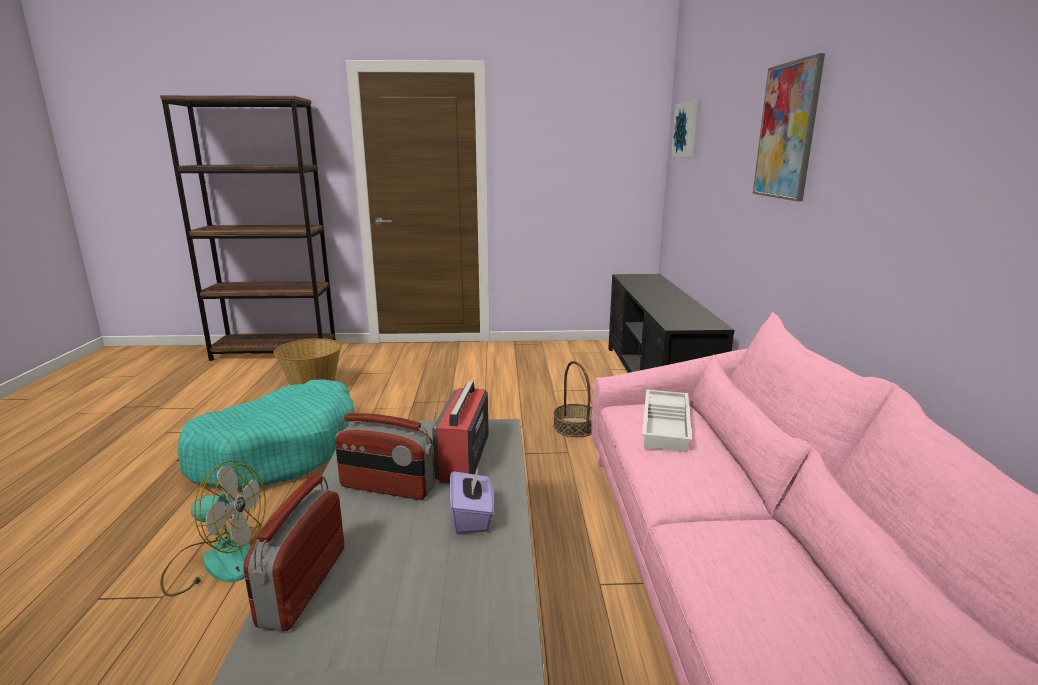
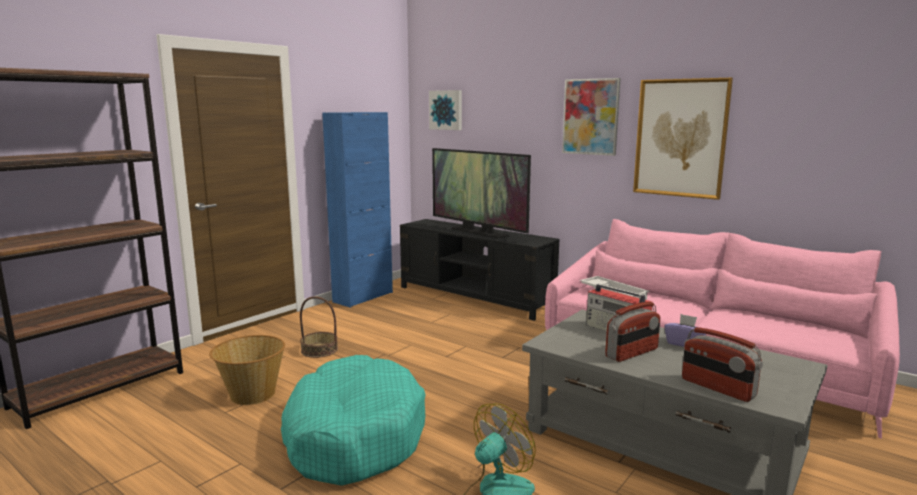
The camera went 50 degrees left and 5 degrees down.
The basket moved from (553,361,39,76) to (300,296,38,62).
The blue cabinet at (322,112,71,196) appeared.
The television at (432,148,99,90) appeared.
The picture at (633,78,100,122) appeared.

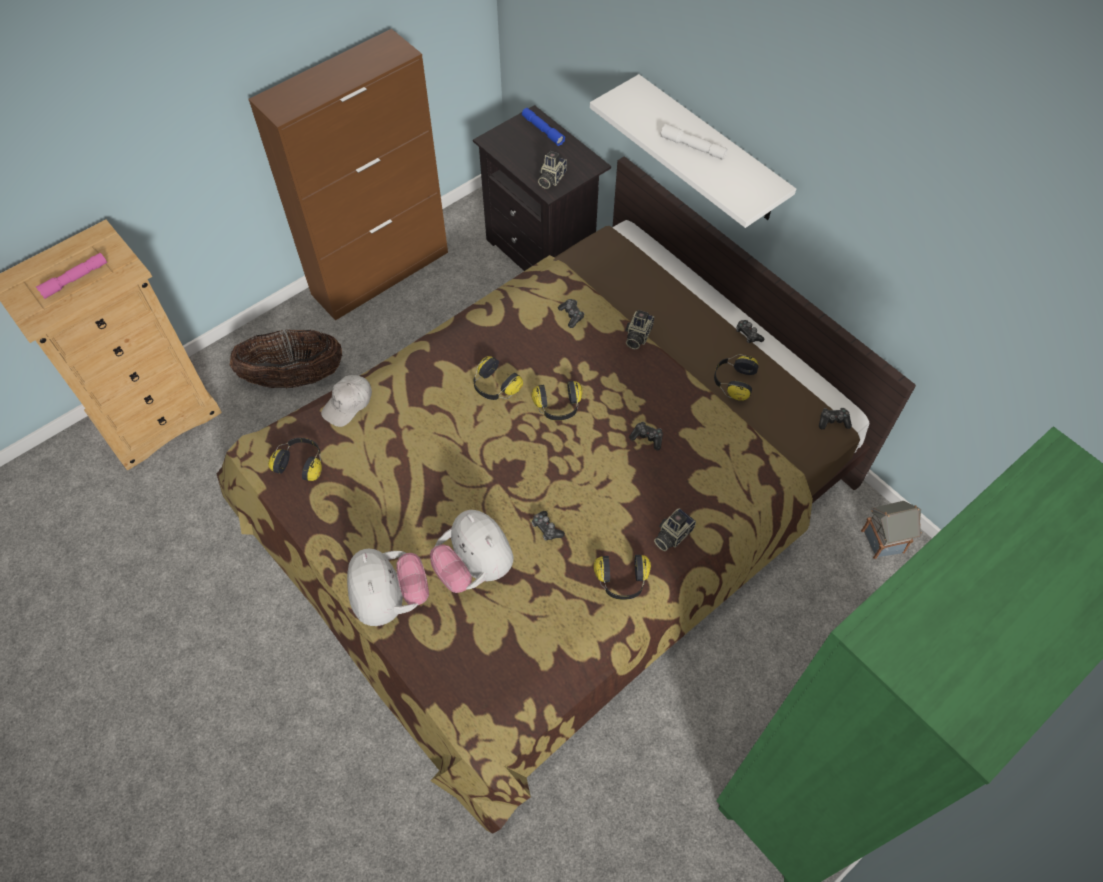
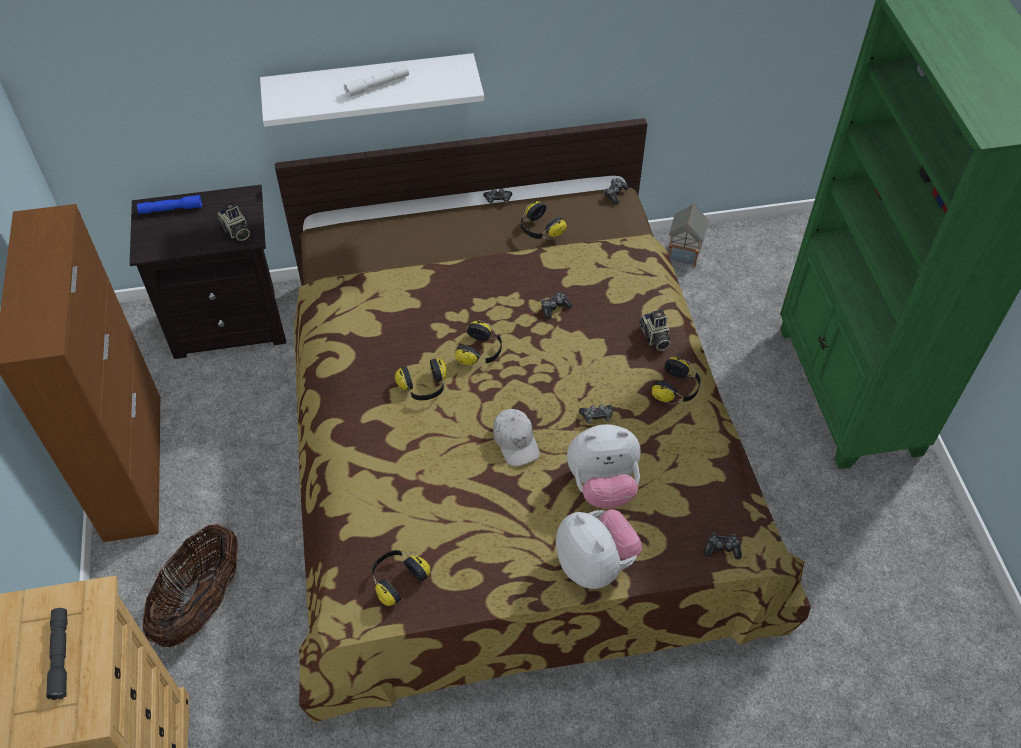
The camera went 60 degrees left and 5 degrees down.
The pink flashlight at (36,253,71,46) became the grey flashlight at (46,608,22,92).
The white cap moved from (321,375,51,52) to (493,409,47,57).
The plush toy at (347,549,82,77) turned 45 degrees clockwise.
The game controller moved from (558,299,26,29) to (704,533,38,27).
The photo camera at (625,310,29,39) disappeared.

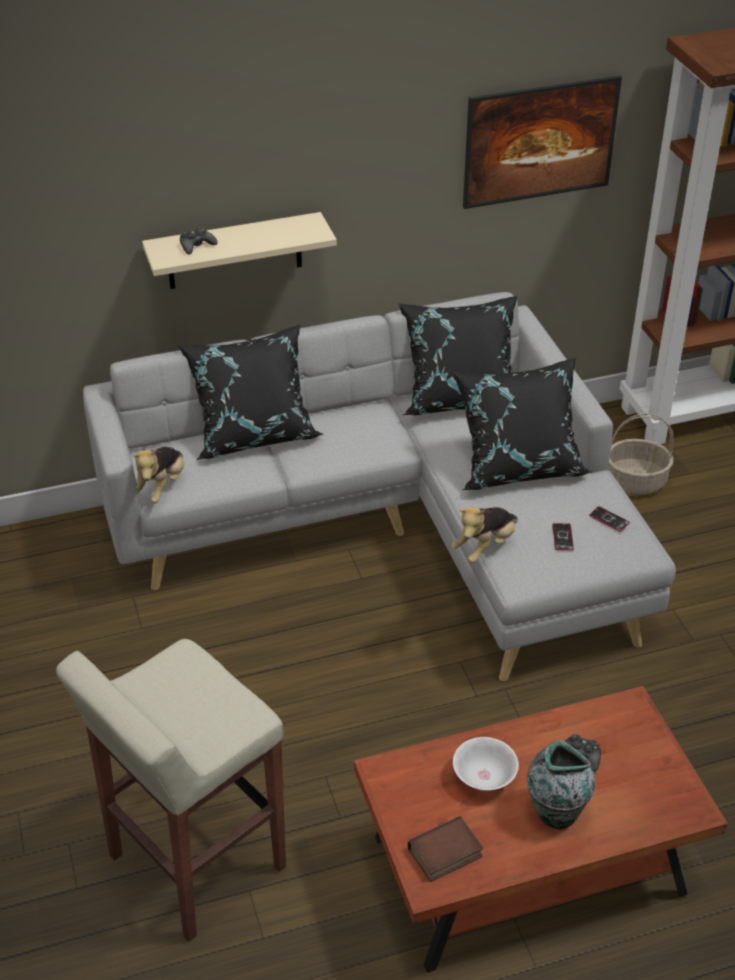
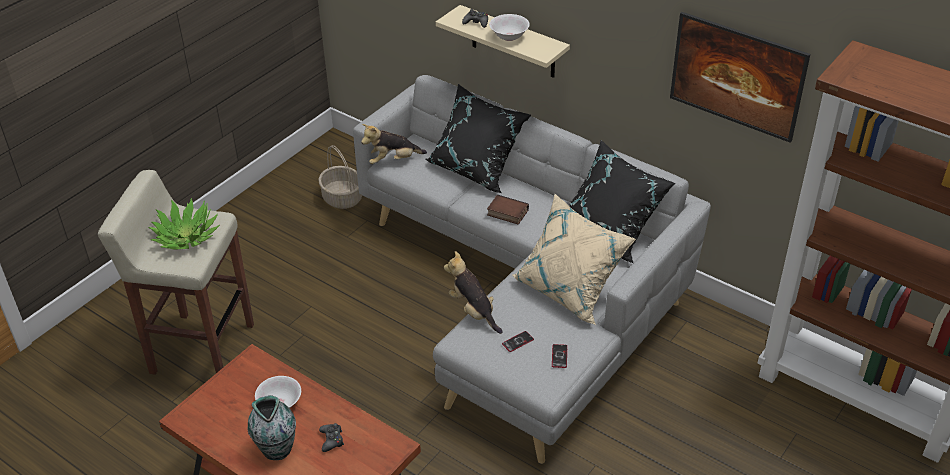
The camera went 55 degrees right and 0 degrees up.
The potted plant at (148,198,72,52) appeared.
The basket moved from (608,414,66,81) to (318,145,44,64).
The plush toy at (451,507,67,56) turned 45 degrees clockwise.
The book moved from (408,816,75,66) to (487,195,42,30).
The white bowl at (489,14,41,27) appeared.
The black pillow at (452,358,139,132) became the beige pillow at (512,194,124,131).

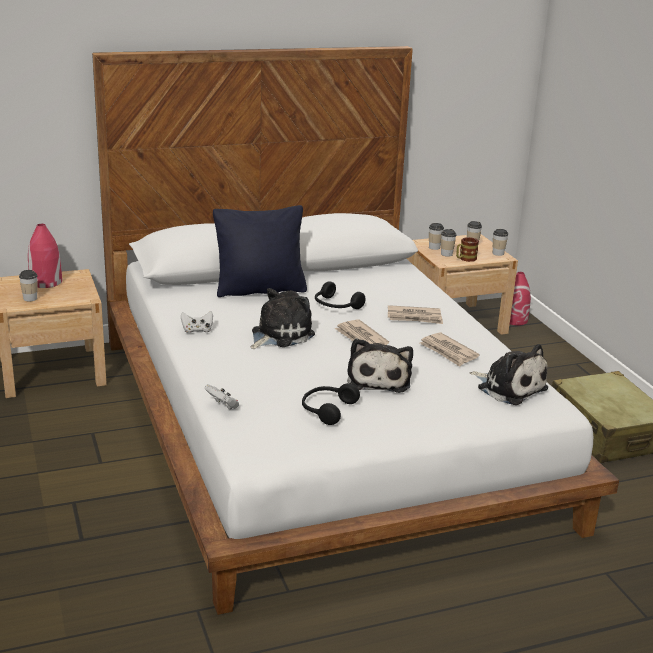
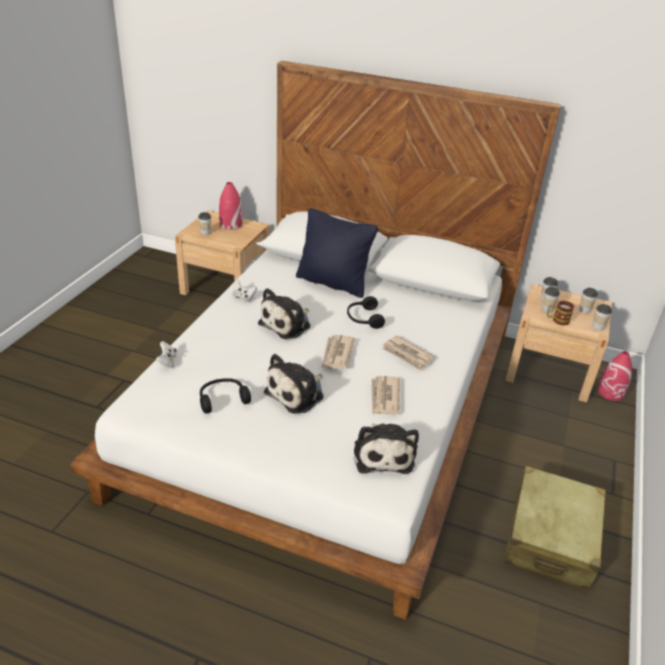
The camera went 40 degrees right and 10 degrees up.
The plush toy at (251,288,64,61) turned 135 degrees clockwise.

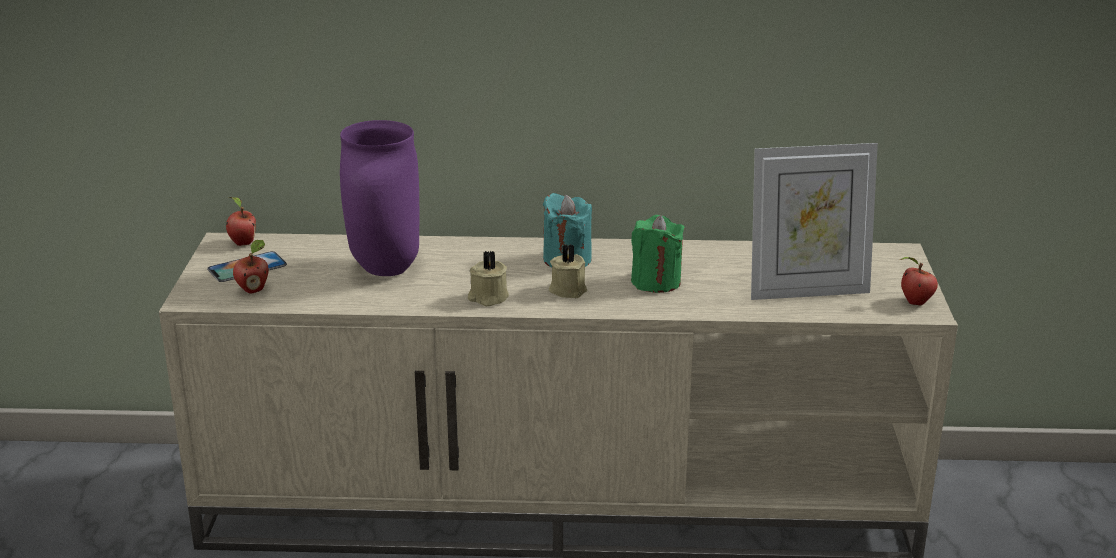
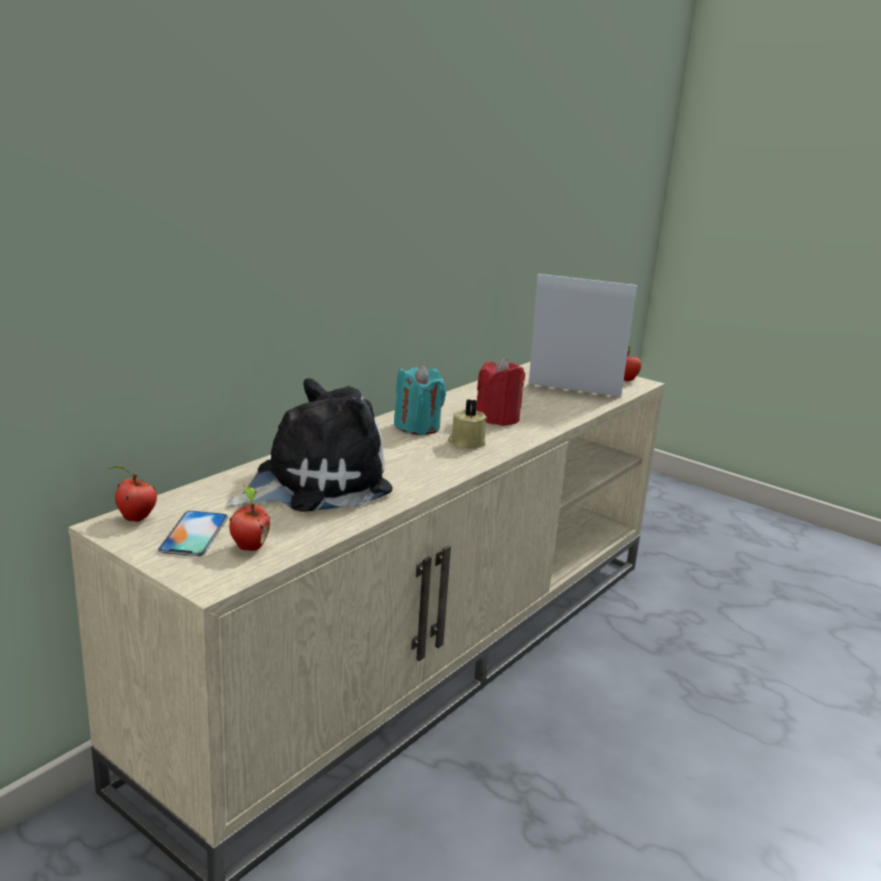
The camera went 55 degrees left and 5 degrees down.
The purple vase at (340,120,79,156) was replaced by the plush toy at (226,378,166,134).
The green candle at (631,215,54,78) became the red candle at (476,357,49,69).
The picture frame at (751,143,127,157) turned 105 degrees counterclockwise.
The beige candle at (468,251,41,55) disappeared.

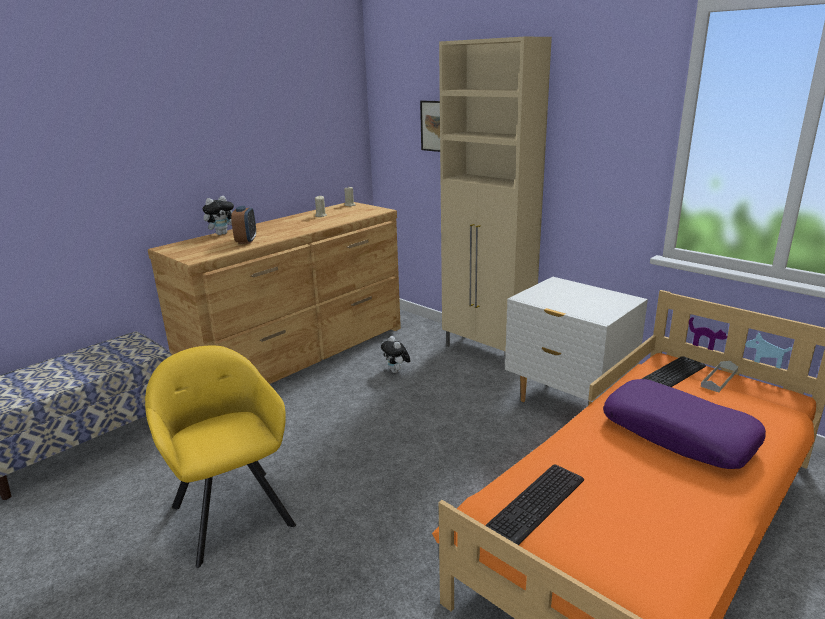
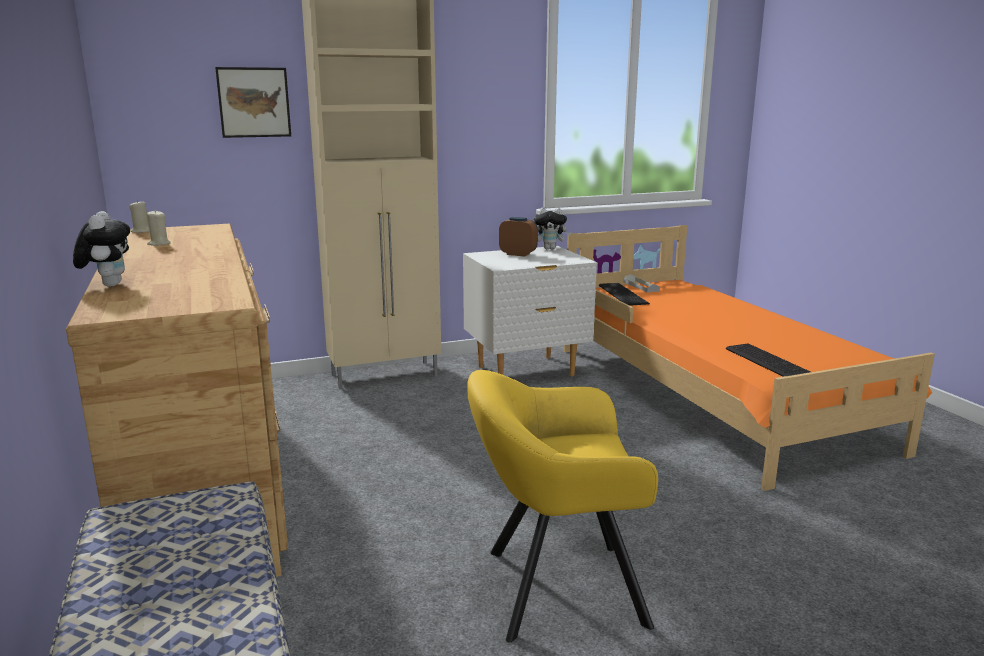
The camera went 65 degrees left and 5 degrees down.
The alarm clock moved from (231,206,25,38) to (499,217,39,40).
The plush toy moved from (381,336,30,37) to (534,208,37,41).
The purple pillow at (603,379,163,90) disappeared.

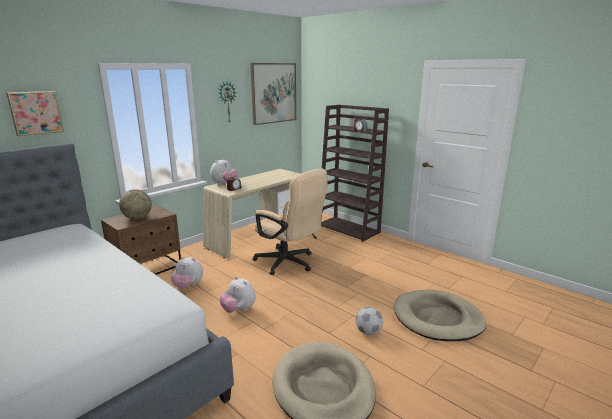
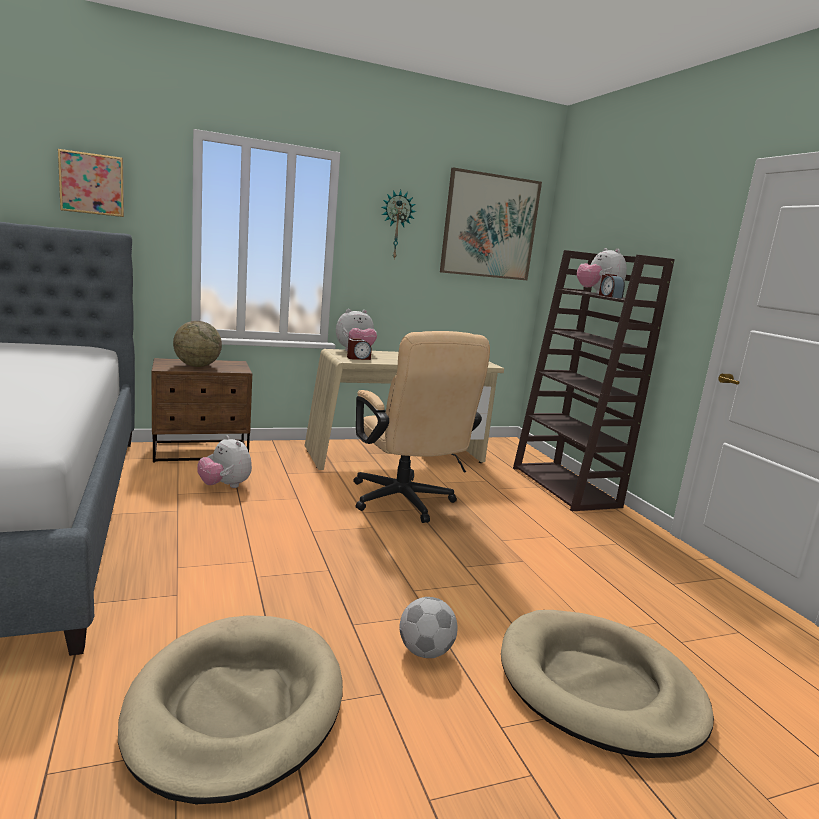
The camera went 25 degrees right and 5 degrees down.
The plush toy moved from (220,277,35,36) to (577,248,50,46).

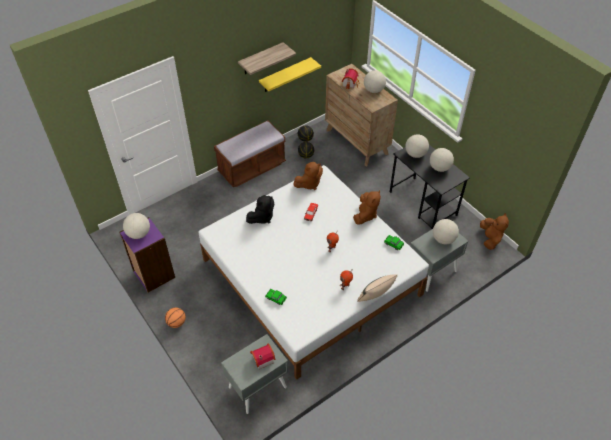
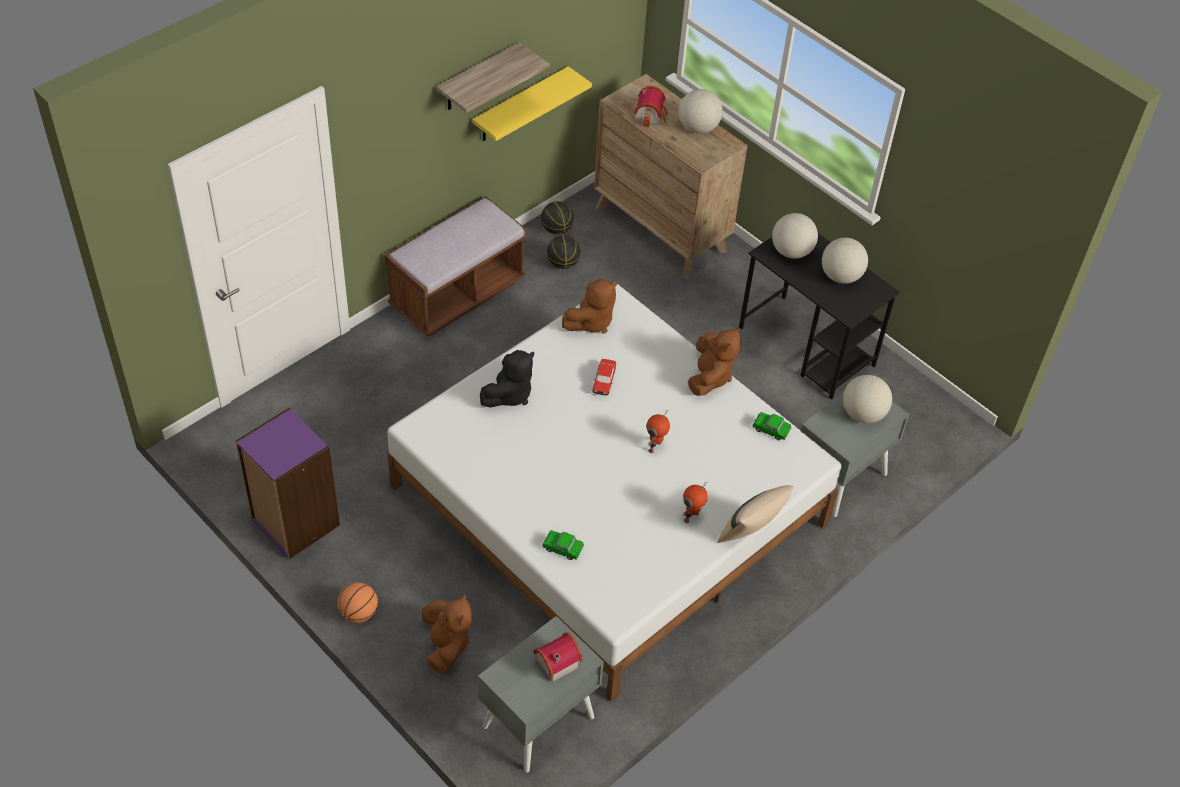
The camera went 10 degrees left and 0 degrees up.
The brown plush toy moved from (480,213,29,37) to (421,593,51,80).
The globe at (123,213,27,26) disappeared.

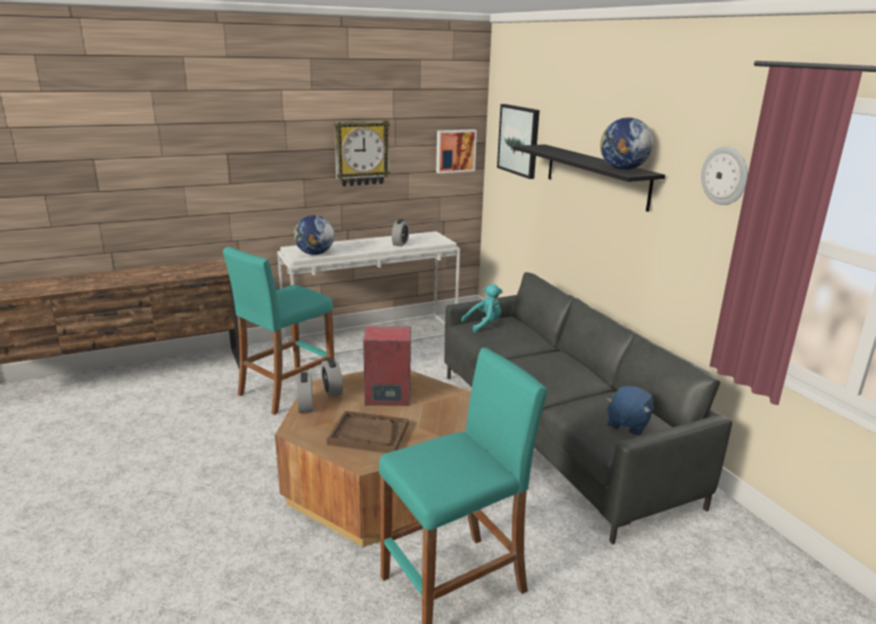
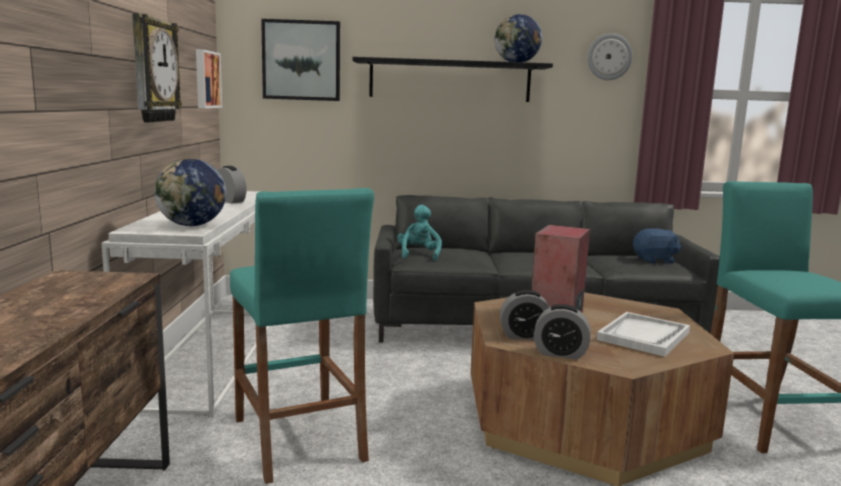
The camera went 65 degrees left and 10 degrees down.
The brown tray at (327,411,82,42) became the white tray at (597,312,93,45).
The blue plush toy at (606,386,48,50) turned 60 degrees counterclockwise.

